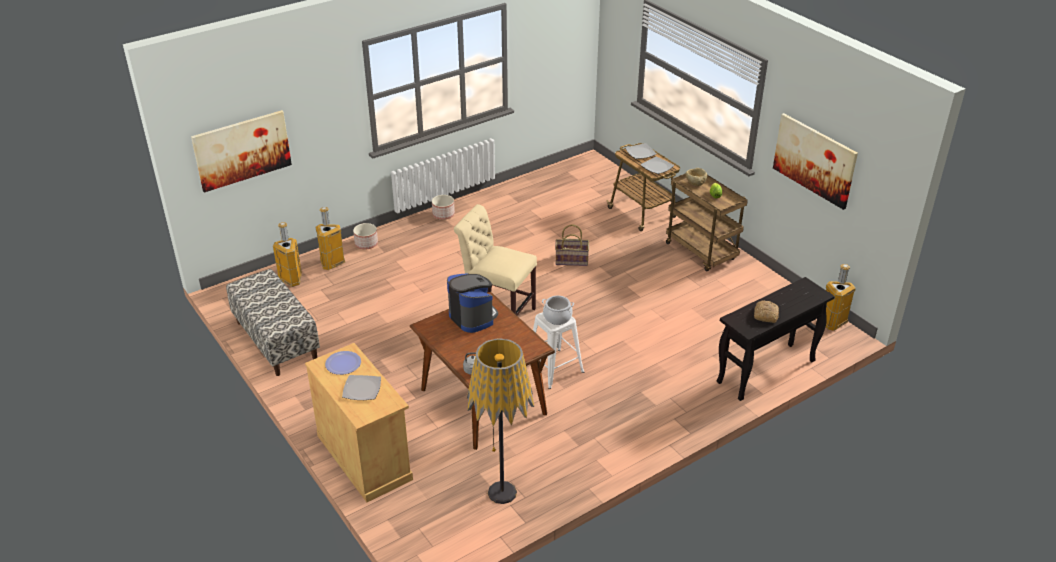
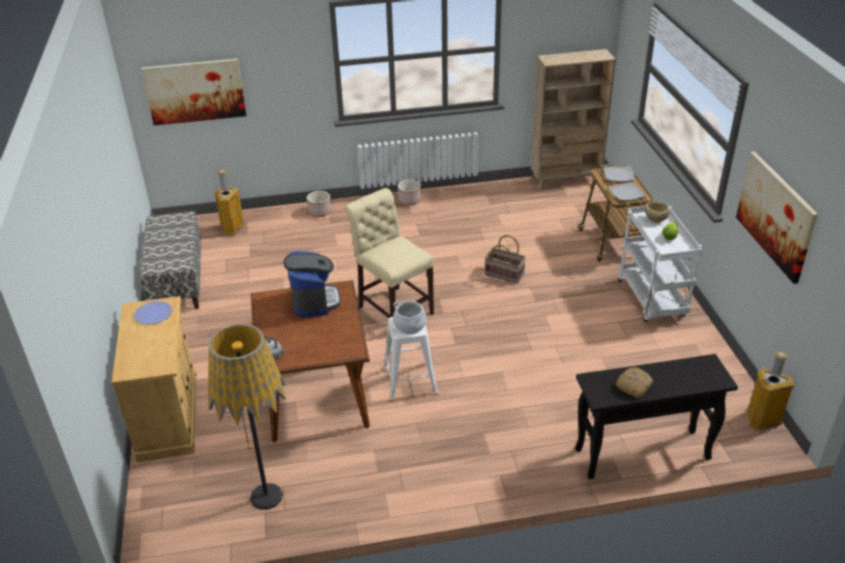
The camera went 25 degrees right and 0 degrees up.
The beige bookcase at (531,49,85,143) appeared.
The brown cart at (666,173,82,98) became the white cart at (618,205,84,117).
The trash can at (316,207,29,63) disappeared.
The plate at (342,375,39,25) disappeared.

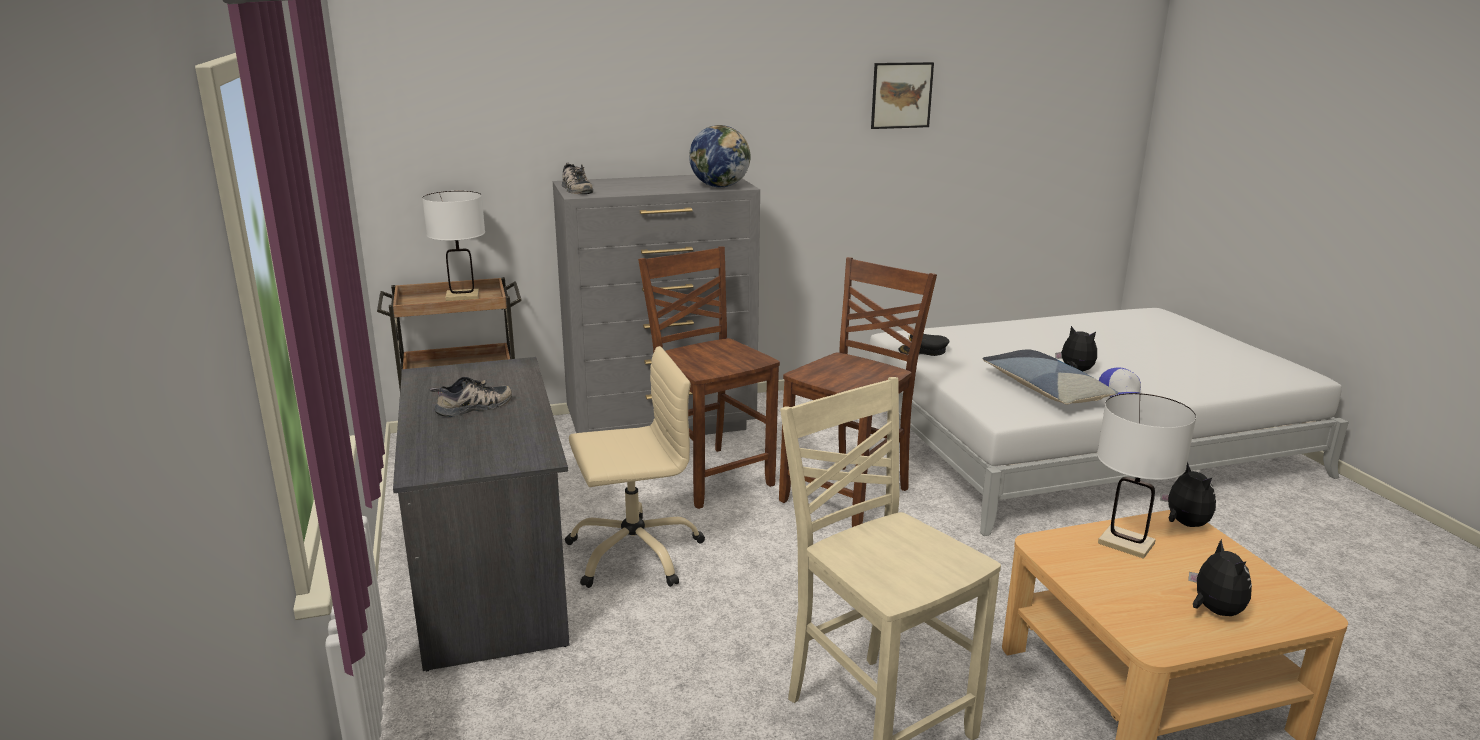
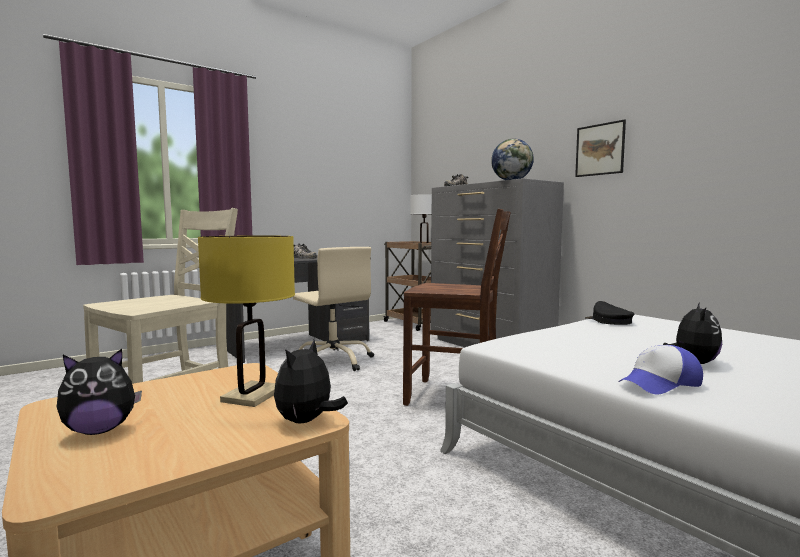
The camera went 70 degrees right and 15 degrees down.
The white table lamp at (1097,393,99,166) became the yellow table lamp at (198,236,97,171).
The plush toy at (1160,462,56,65) turned 150 degrees clockwise.
The picture moved from (871,62,63,67) to (575,119,51,58).
The brown chair at (638,246,142,263) disappeared.
The pillow at (983,349,135,55) disappeared.

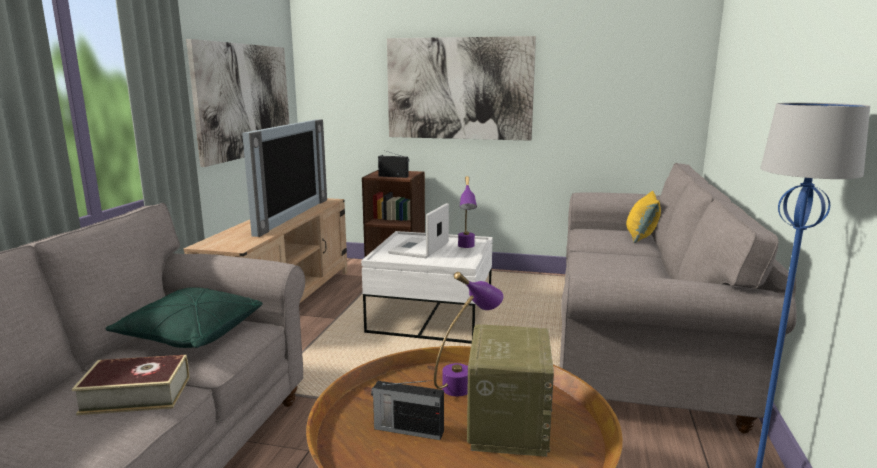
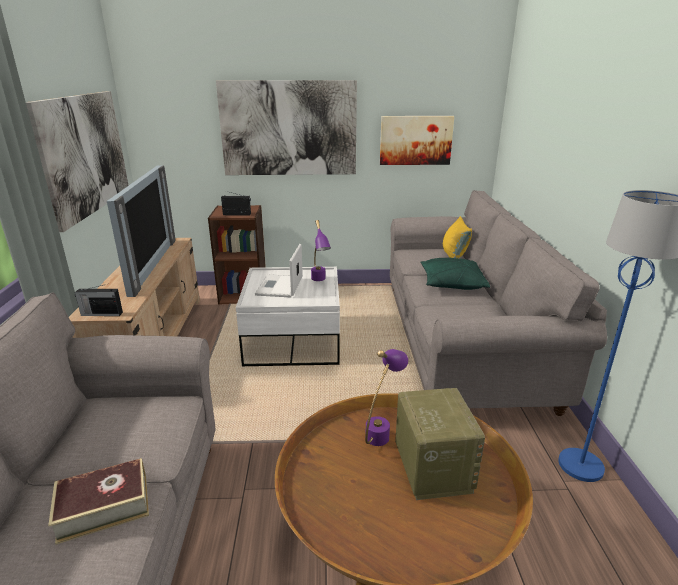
The camera went 15 degrees left and 10 degrees up.
The radio moved from (371,380,73,60) to (75,284,48,32).
The picture at (380,116,74,49) appeared.
The green pillow moved from (105,287,158,61) to (420,258,70,32).

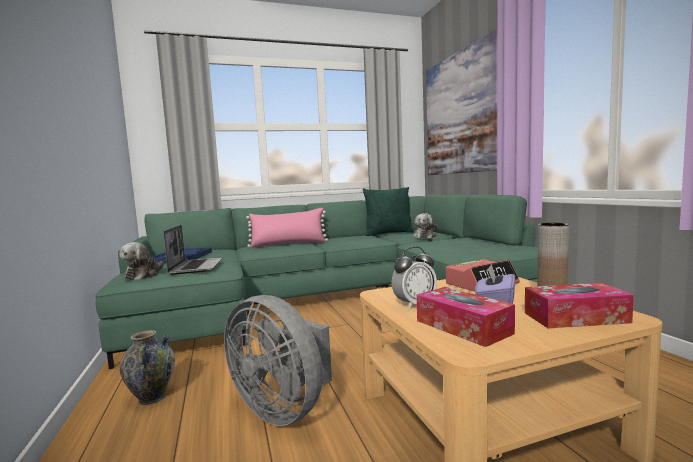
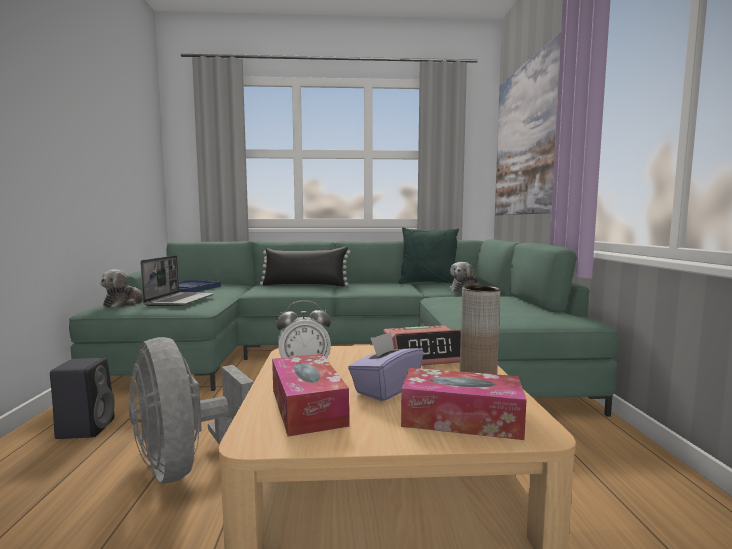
The camera went 15 degrees right and 0 degrees up.
The vase at (119,329,56,76) was replaced by the black speaker at (50,358,65,81).
The pink pillow at (246,208,82,40) became the black pillow at (260,247,90,40).

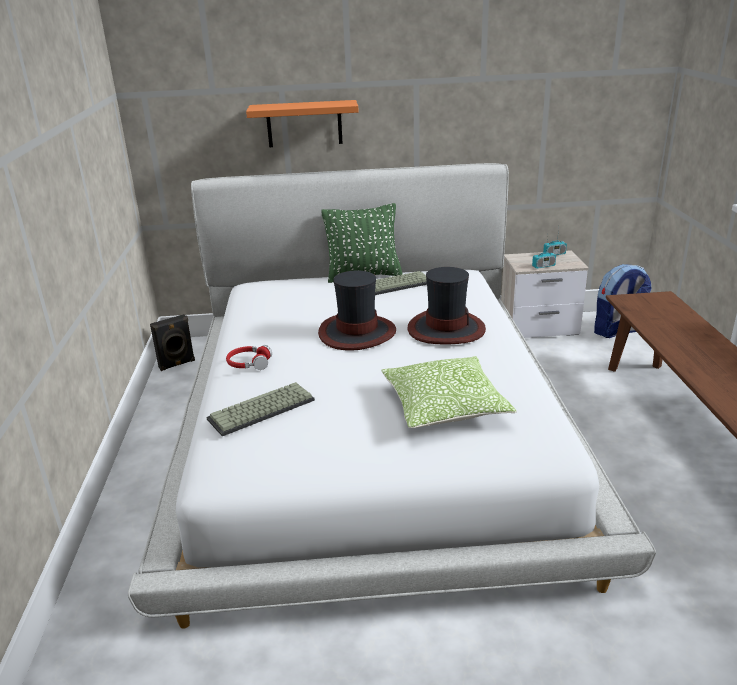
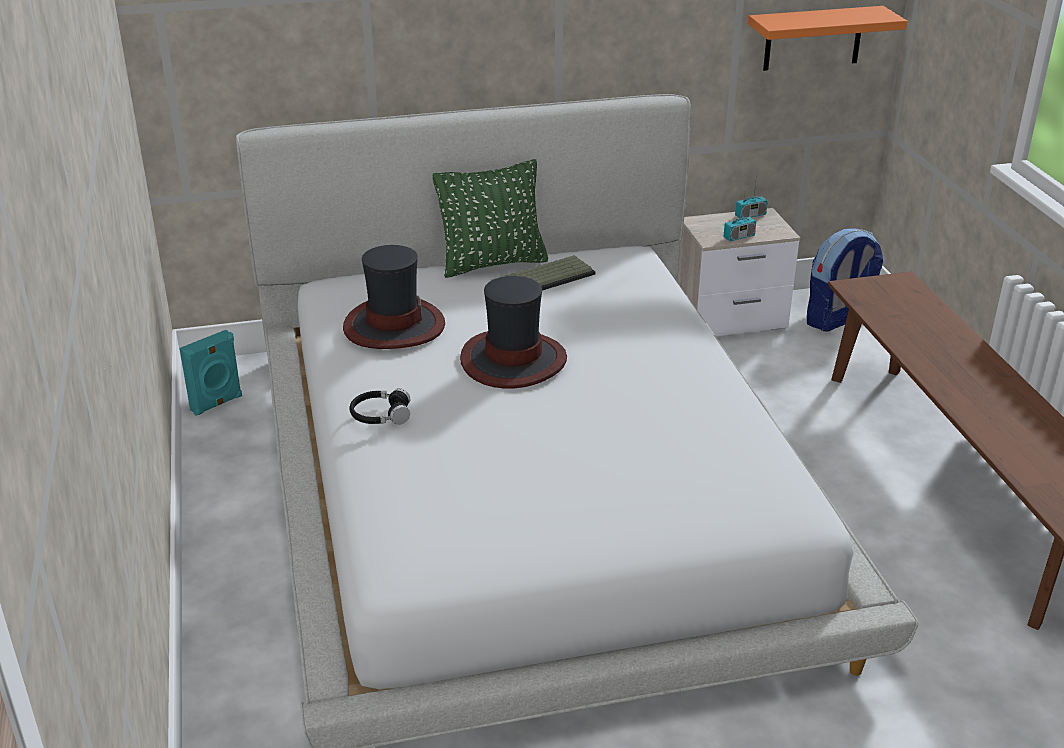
The camera went 10 degrees left and 5 degrees up.
The black speaker at (150,314,45,57) became the turquoise speaker at (179,330,63,86).
The hat moved from (407,267,79,77) to (343,245,102,104).
The red headphones at (226,345,46,25) became the black headphones at (350,388,60,37).
The orange shelf moved from (246,100,113,47) to (748,6,159,65).
The keyboard at (206,382,109,54) disappeared.
The pillow at (382,356,135,72) disappeared.

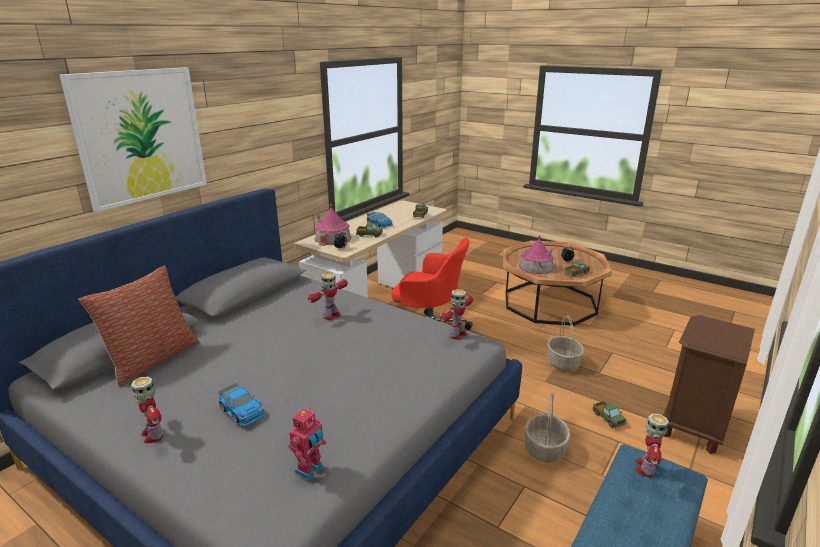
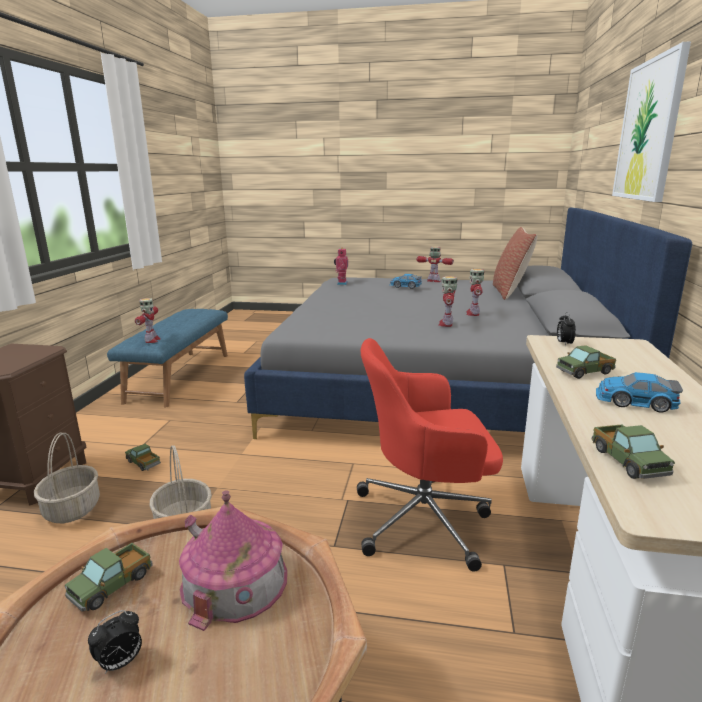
The camera went 155 degrees right and 5 degrees down.
The basket moved from (525,392,45,71) to (34,432,66,91).
The toy robot moved from (440,289,33,51) to (466,269,18,47).
The toy house at (315,204,36,42) disappeared.

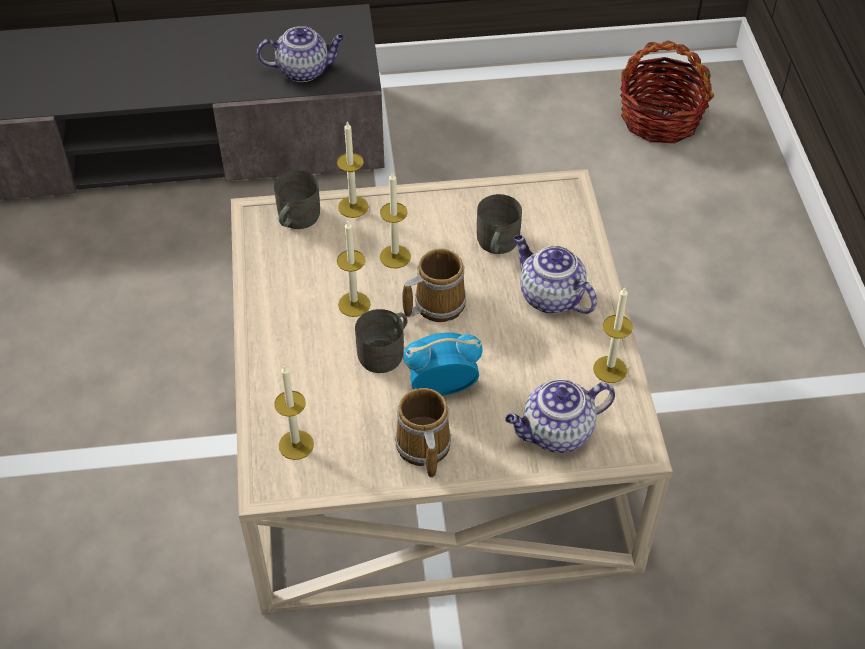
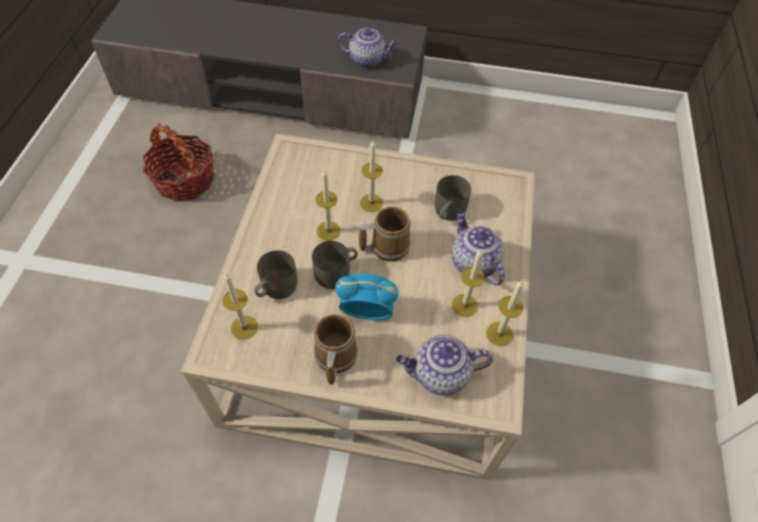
The camera went 15 degrees right and 5 degrees up.
The basket moved from (620,41,94,103) to (143,123,71,79).
The grey mug moved from (274,170,46,59) to (254,250,43,49).
The candle moved from (337,121,32,97) to (452,250,33,67).

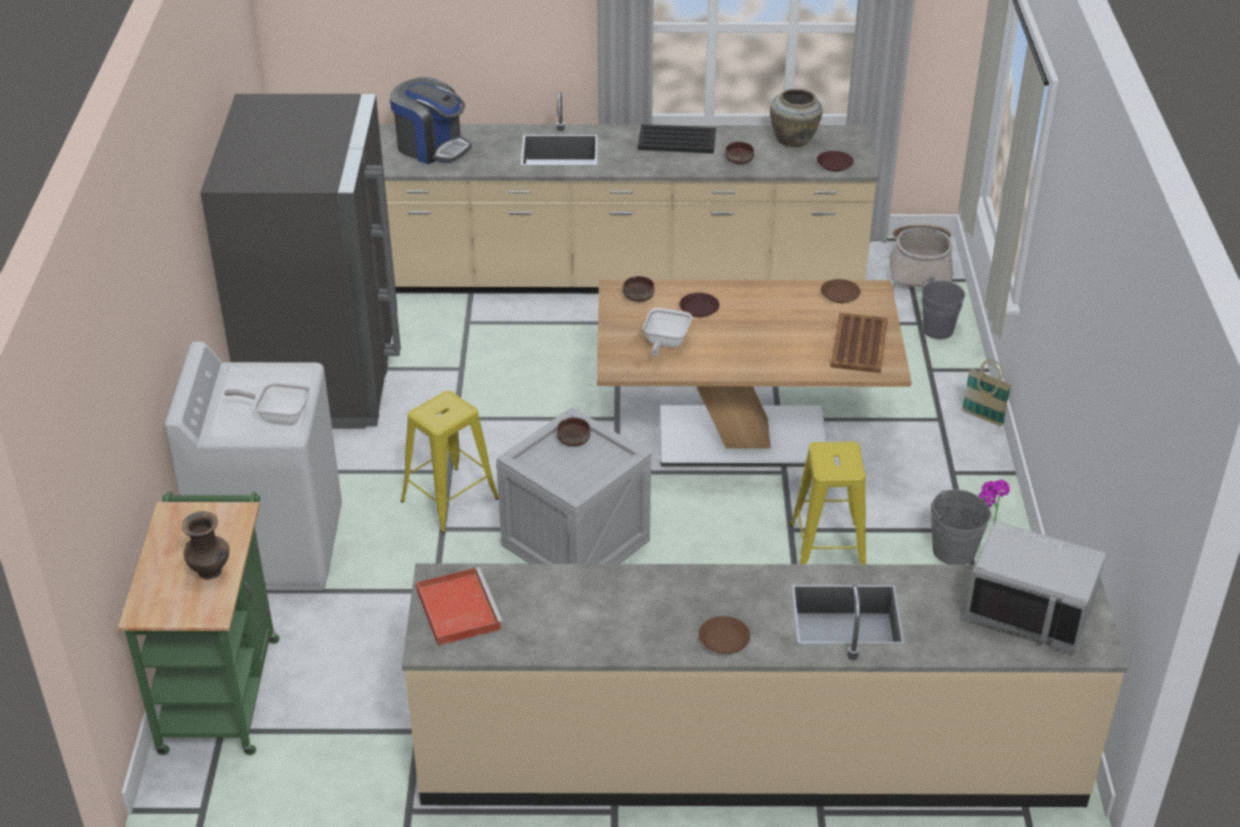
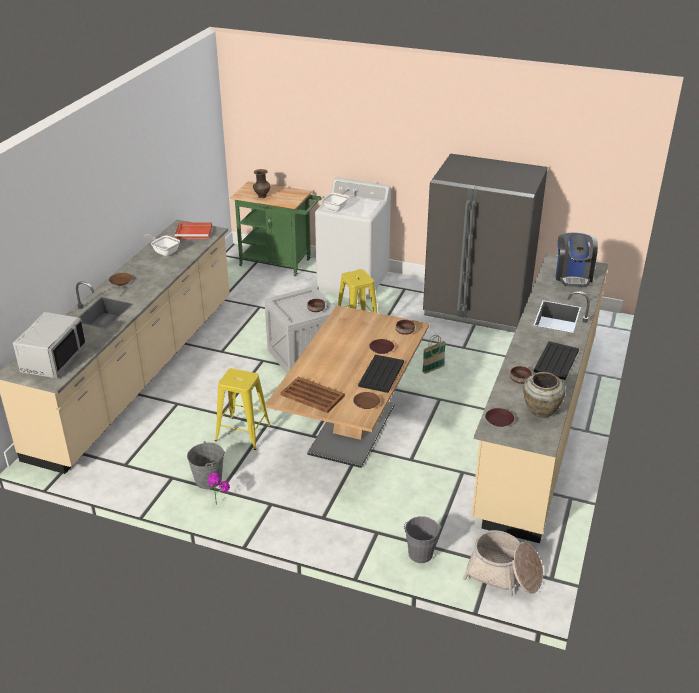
The camera went 110 degrees right and 5 degrees down.
The grey microwave at (964,520,142,134) turned 150 degrees clockwise.
The frying pan moved from (643,308,49,49) to (144,234,36,22).
The black tray at (358,355,46,38) appeared.
The basket moved from (962,359,50,67) to (422,335,24,39).
The coffee machine at (390,77,82,87) turned 45 degrees counterclockwise.

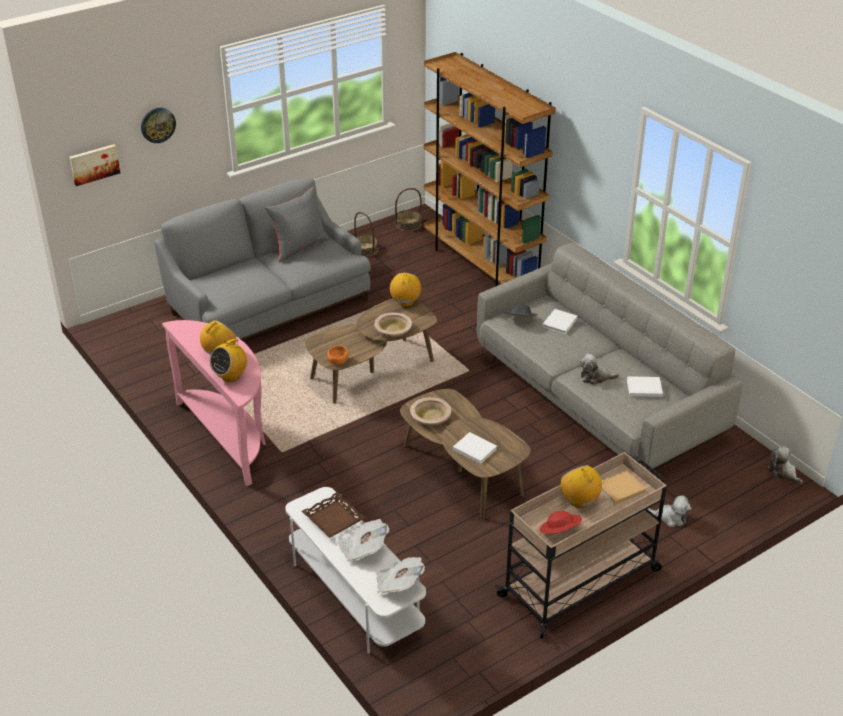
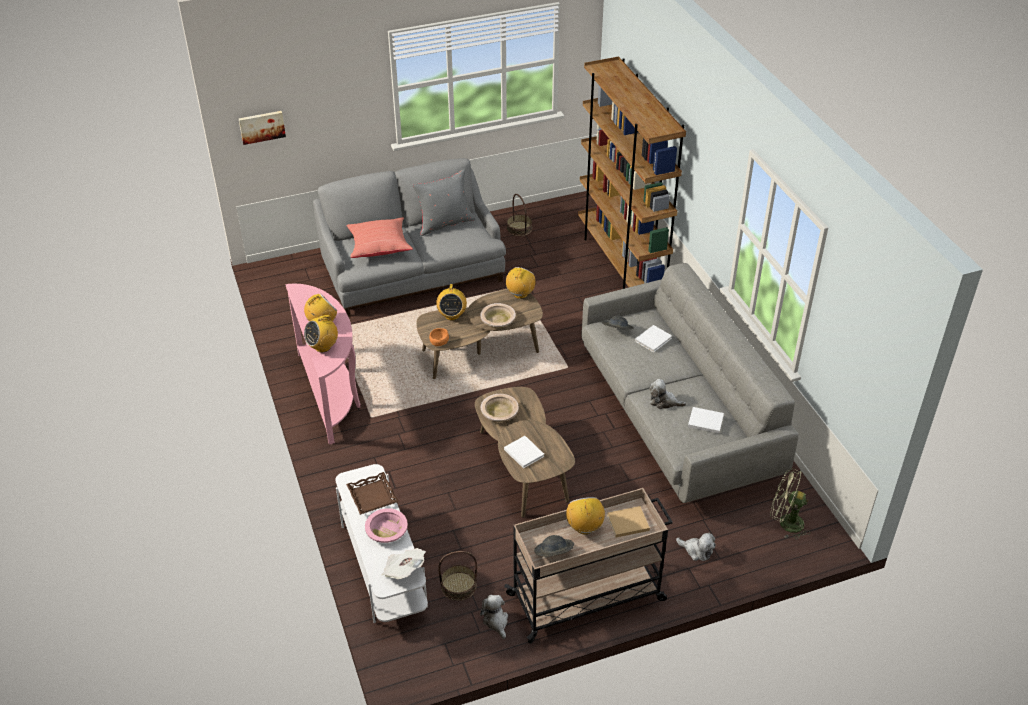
The camera went 15 degrees right and 5 degrees up.
The red pillow at (346,217,67,41) appeared.
The newspaper at (339,519,50,43) was replaced by the pink bowl at (365,508,43,35).
The radio at (436,284,31,36) appeared.
The basket moved from (395,188,27,43) to (438,551,39,50).
The plush toy moved from (768,446,35,38) to (480,595,28,44).
The red hat at (540,511,42,23) became the grey hat at (534,535,40,22).
The green fan at (770,468,40,71) appeared.
The wall clock at (141,108,35,35) disappeared.

